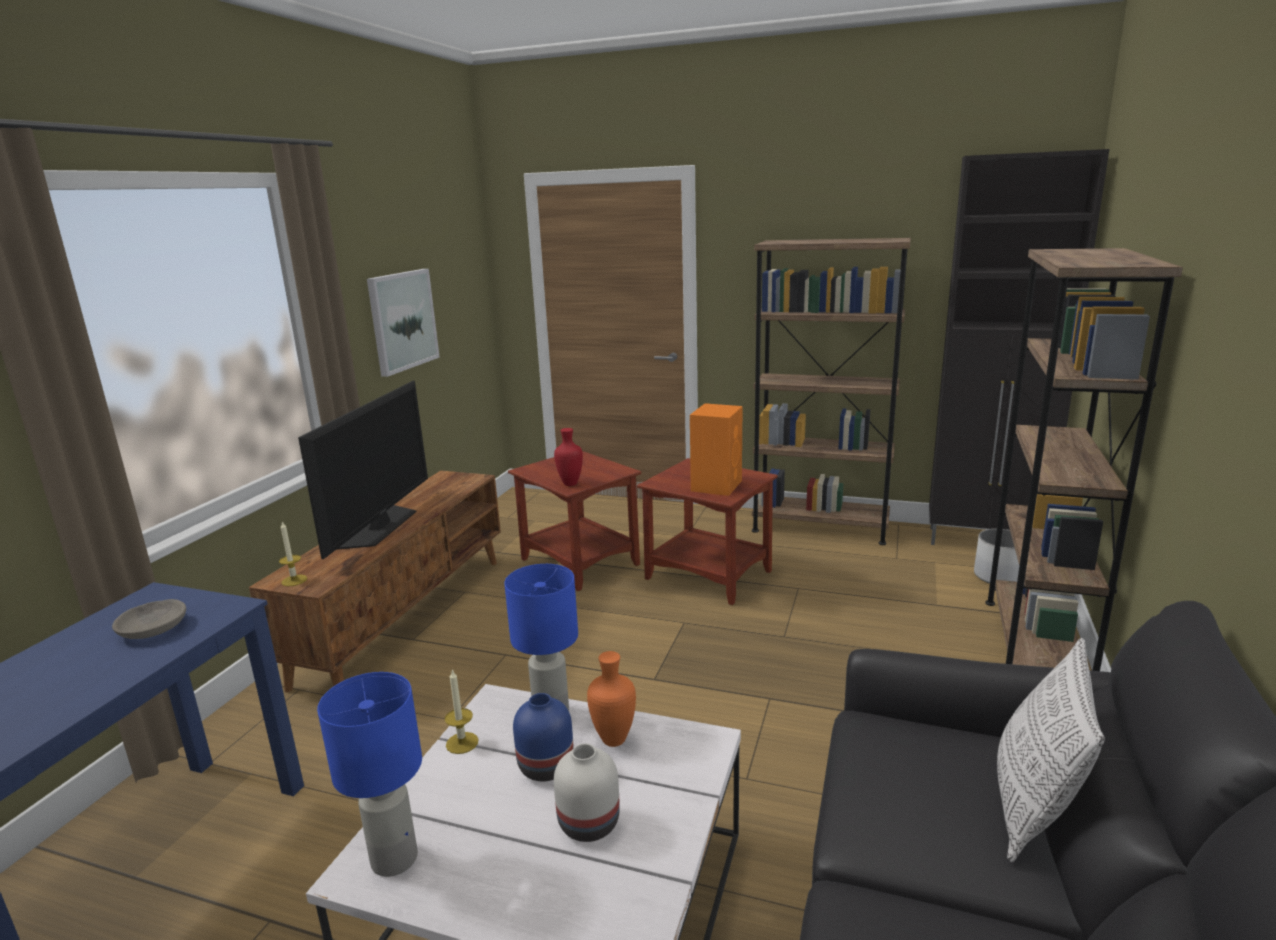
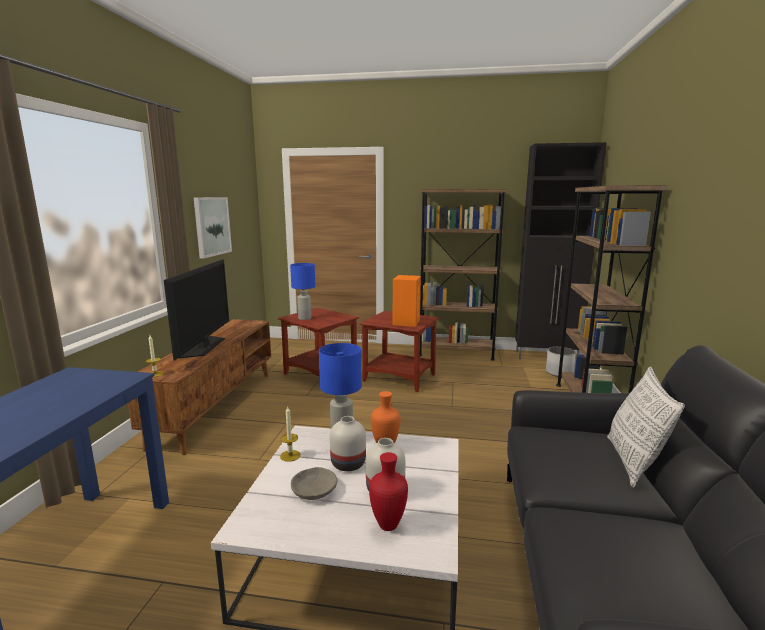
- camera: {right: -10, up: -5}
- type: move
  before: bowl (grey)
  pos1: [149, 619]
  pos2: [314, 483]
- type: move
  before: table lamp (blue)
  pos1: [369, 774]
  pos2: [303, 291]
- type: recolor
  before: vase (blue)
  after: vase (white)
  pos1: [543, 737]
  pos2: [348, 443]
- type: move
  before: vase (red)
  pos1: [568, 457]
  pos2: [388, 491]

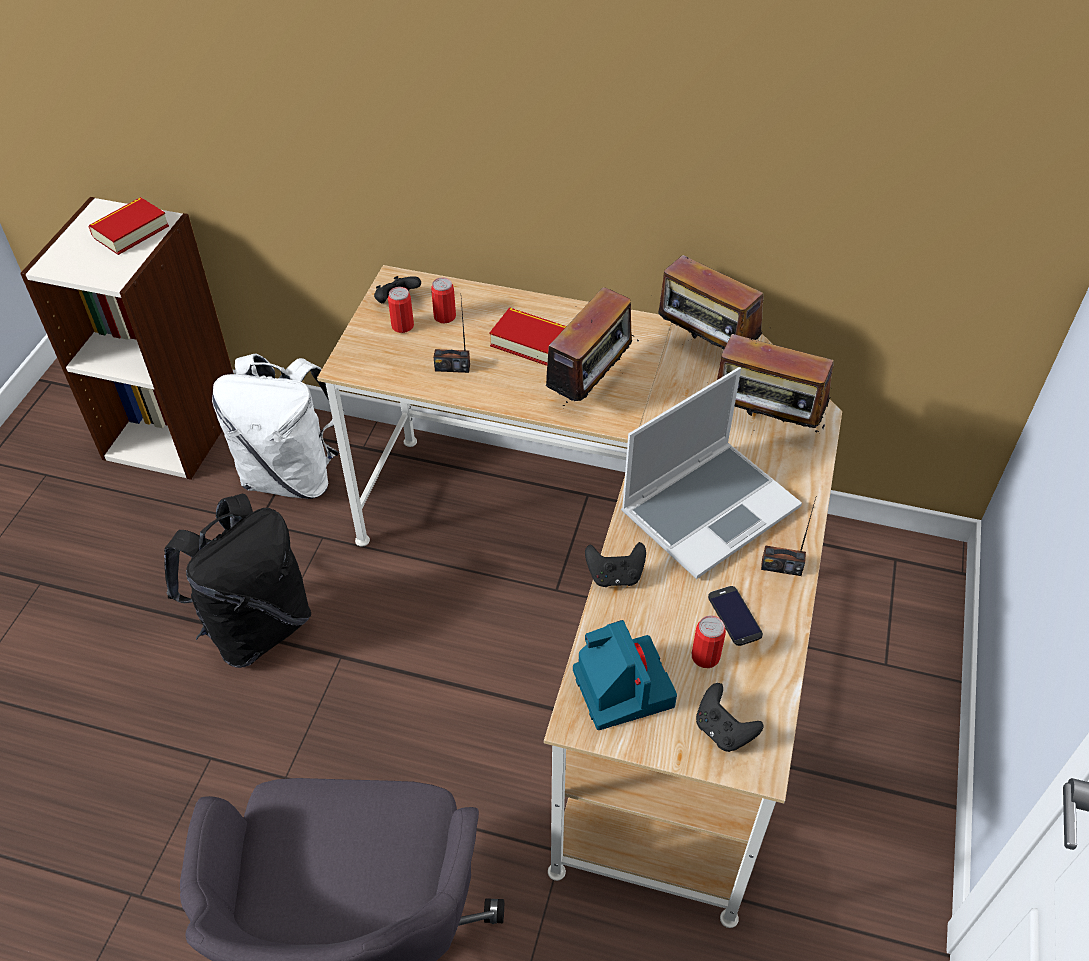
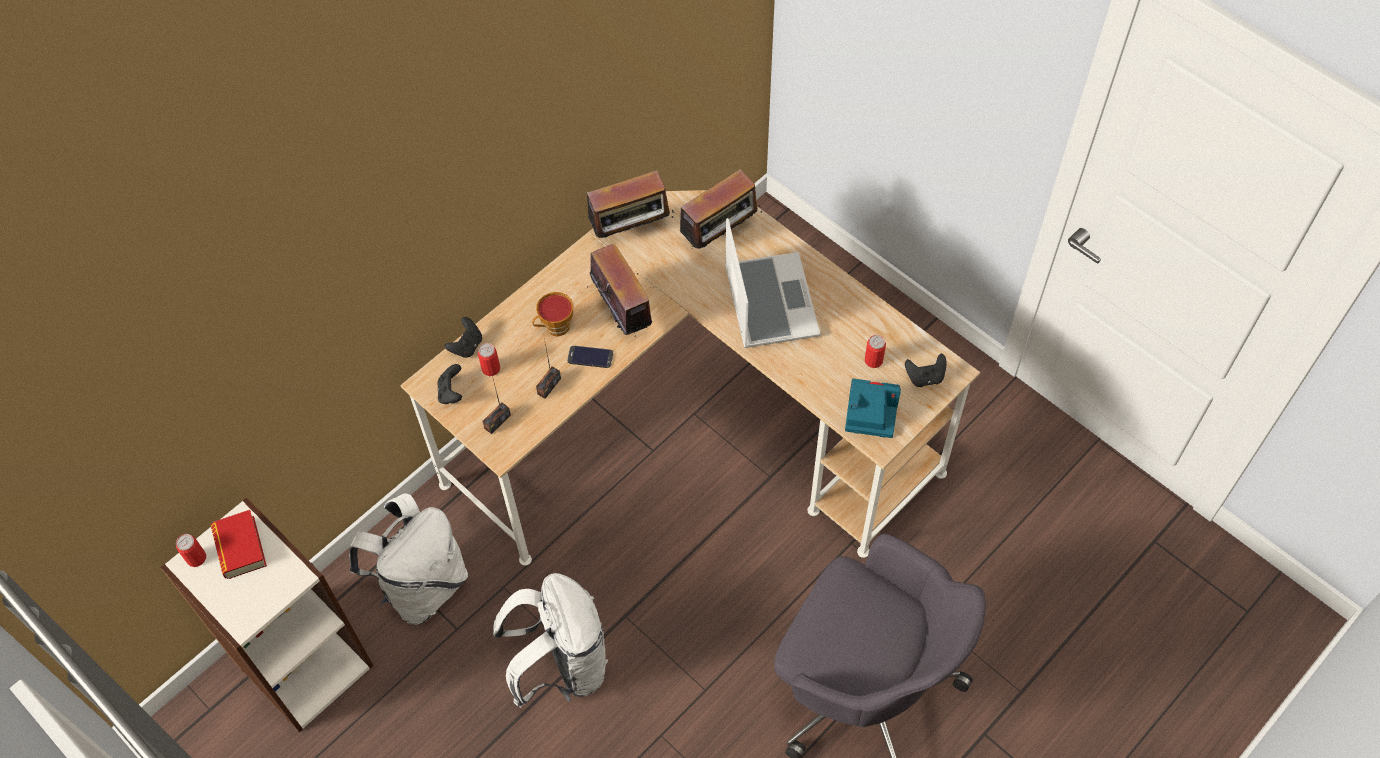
- camera: {right: -60, up: 10}
- type: recolor
  before: backpack (black)
  after: backpack (white)
  pos1: [237, 581]
  pos2: [550, 640]
- type: move
  before: can
  pos1: [401, 310]
  pos2: [191, 550]
- type: replace
  before: book
  after: cup
  pos1: [528, 336]
  pos2: [552, 314]
- type: move
  before: game controller (black)
  pos1: [615, 564]
  pos2: [463, 337]
- type: move
  before: phone
  pos1: [735, 616]
  pos2: [590, 357]
- type: move
  before: radio
  pos1: [789, 535]
  pos2: [496, 404]

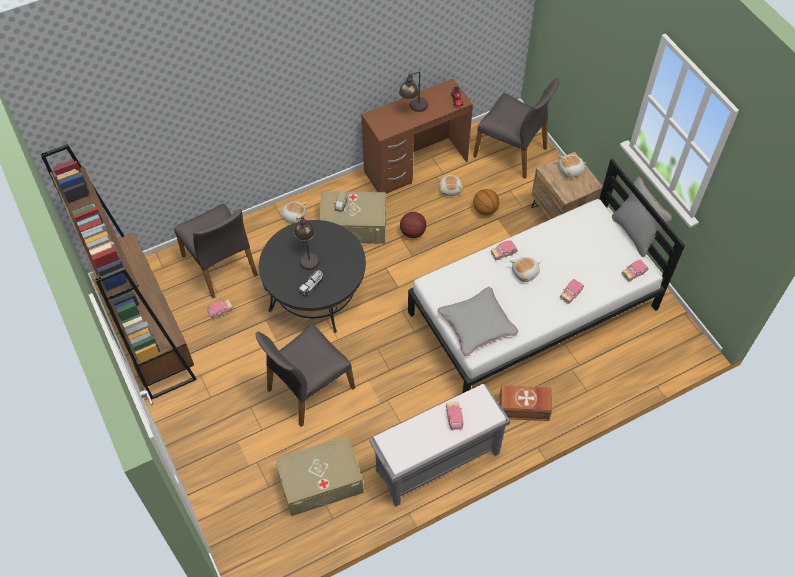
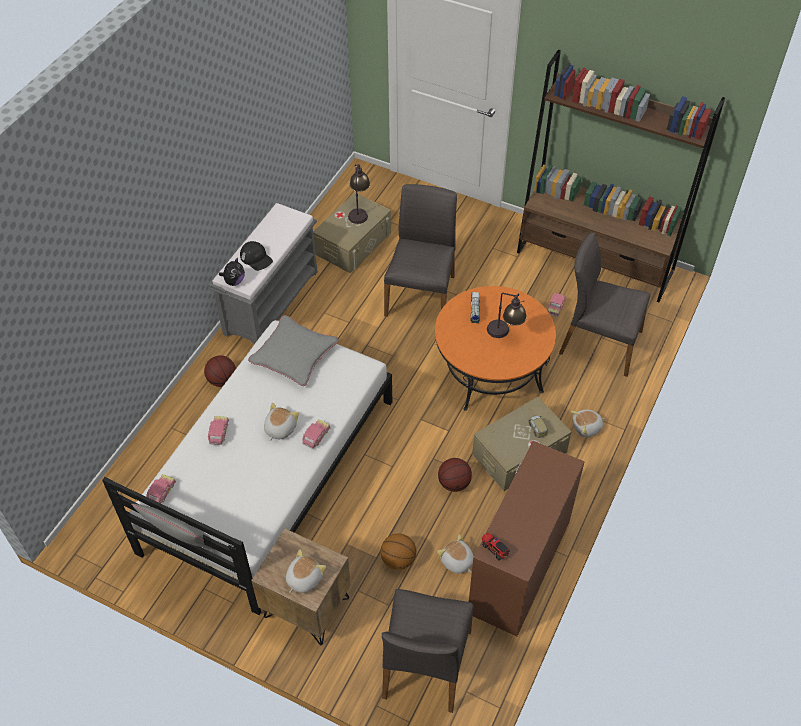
- camera: {right: 145, up: -5}
- type: recolor
  before: coffee table (black)
  after: coffee table (orange)
  pos1: [312, 276]
  pos2: [495, 348]
- type: move
  before: table lamp
  pos1: [413, 92]
  pos2: [359, 194]
- type: replace
  before: toy car
  after: cap (black)
  pos1: [454, 416]
  pos2: [256, 256]
- type: rotate
  before: chair (grey)
  pos1: [516, 128]
  pos2: [428, 651]
  turn: -75
- type: replace
  before: storage box (brown)
  after: basketball
  pos1: [525, 403]
  pos2: [220, 371]
- type: insert
  after: plush toy
  pos2: [232, 271]

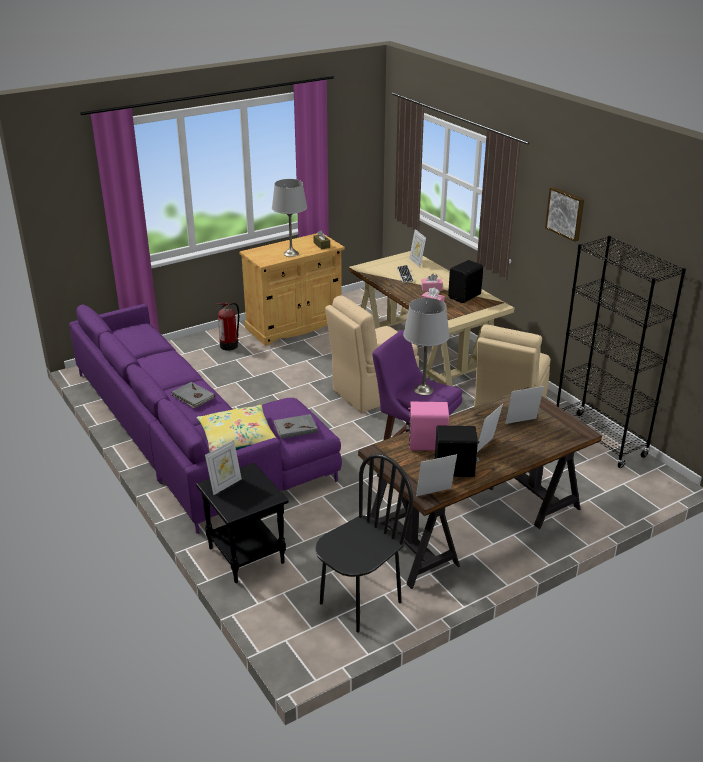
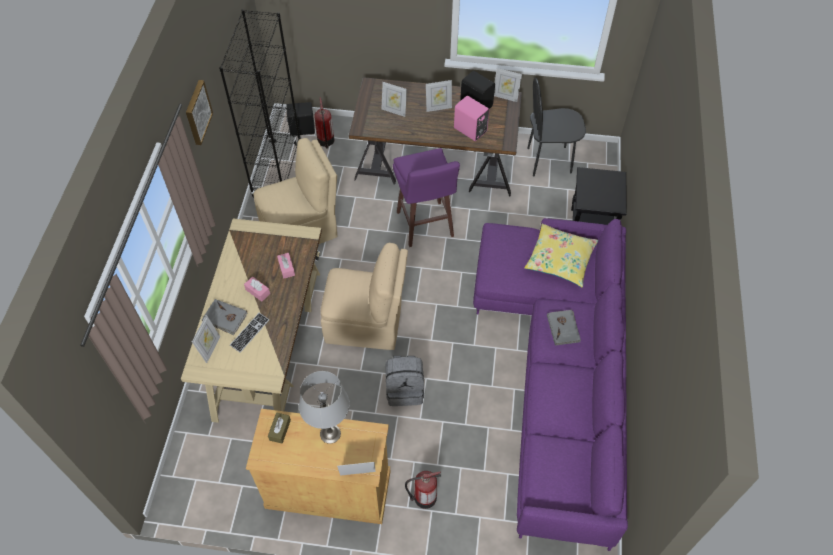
- camera: {right: -140, up: 25}
- type: move
  before: picture frame
  pos1: [223, 467]
  pos2: [356, 469]
- type: move
  before: book (grey)
  pos1: [296, 426]
  pos2: [224, 317]
- type: delete
  before: table lamp (grey)
  pos1: [426, 346]
- type: move
  before: speaker (black)
  pos1: [465, 281]
  pos2: [300, 119]
- type: insert
  after: fire extinguisher
  pos2: [324, 123]
- type: insert
  after: backpack (grey)
  pos2: [404, 381]

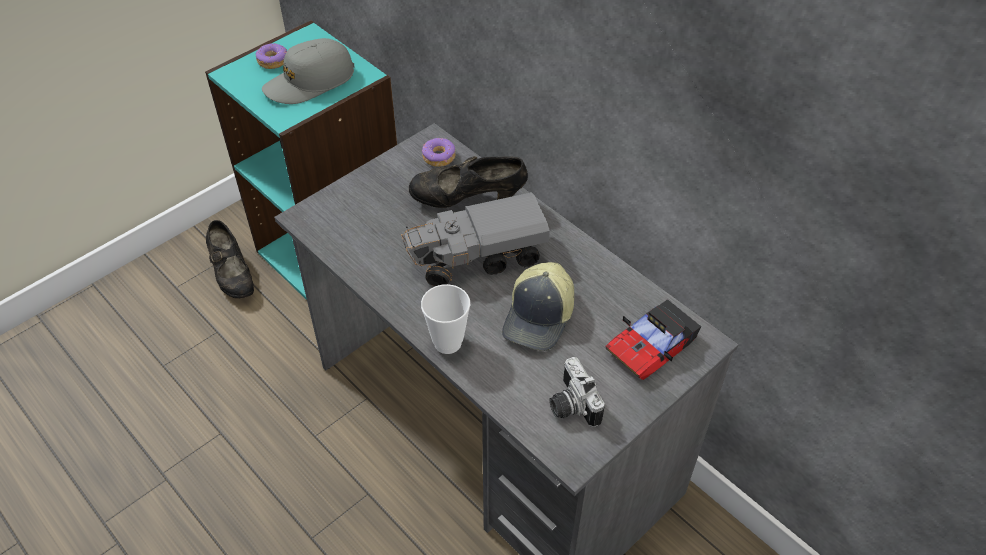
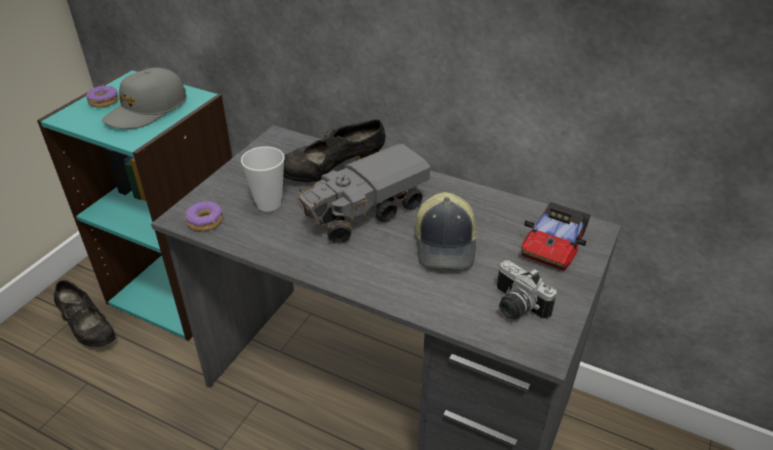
- camera: {right: -20, up: -10}
- type: move
  before: cup
  pos1: [445, 319]
  pos2: [263, 179]
- type: move
  before: donut
  pos1: [439, 152]
  pos2: [204, 216]

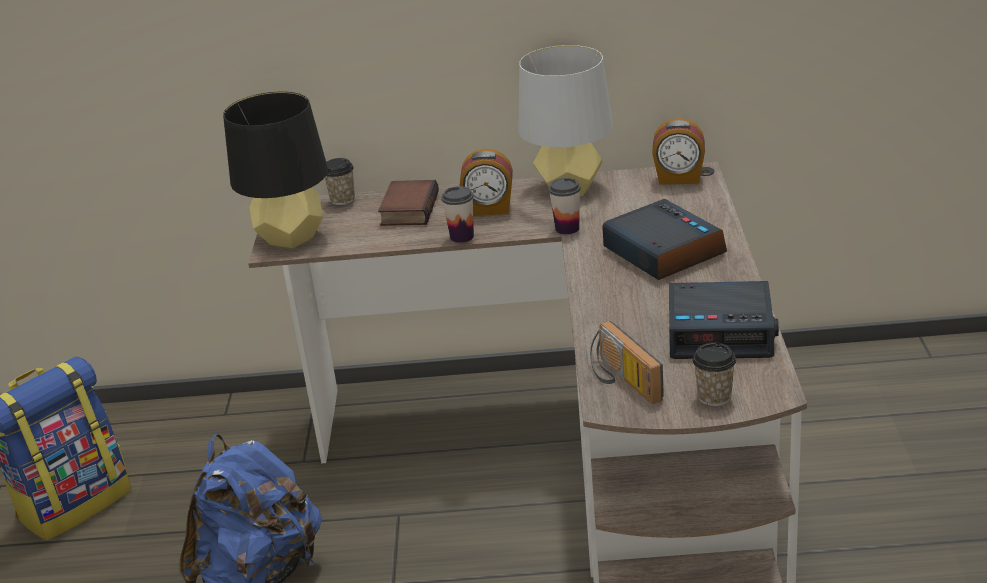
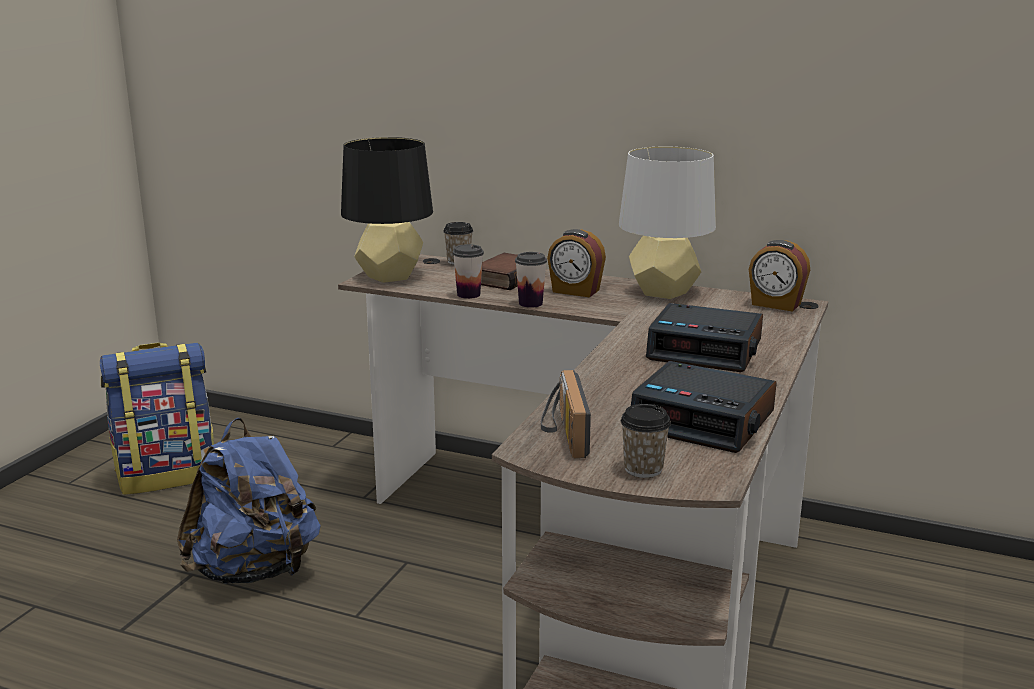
- camera: {right: 20, up: -10}
- type: move
  before: cup
  pos1: [564, 206]
  pos2: [468, 271]
- type: rotate
  before: alarm clock
  pos1: [664, 239]
  pos2: [704, 337]
  turn: 120

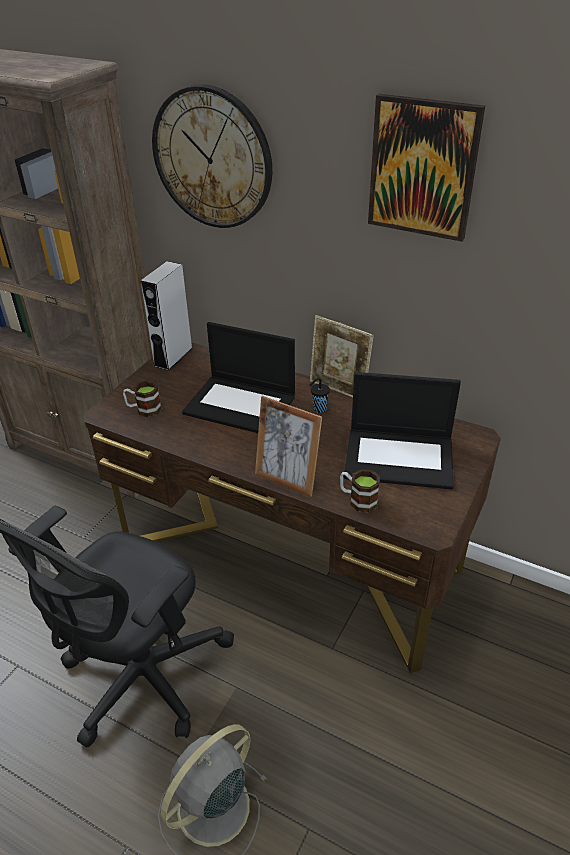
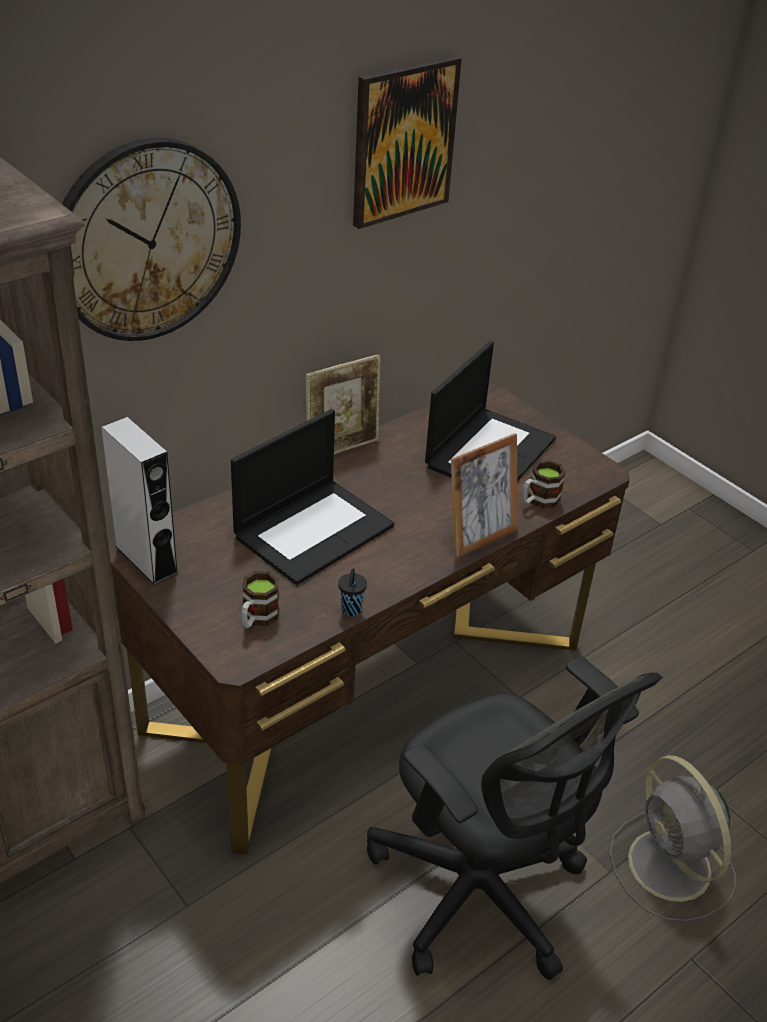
- camera: {right: -70, up: 0}
- type: move
  before: cup (black)
  pos1: [319, 395]
  pos2: [352, 592]

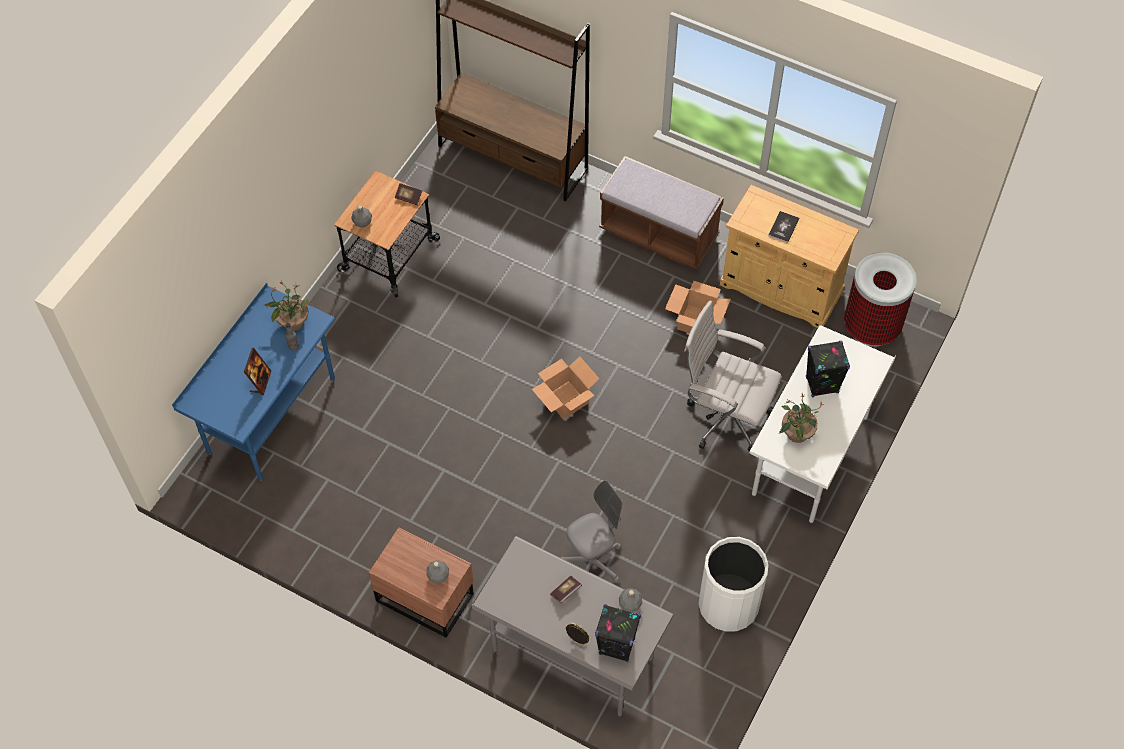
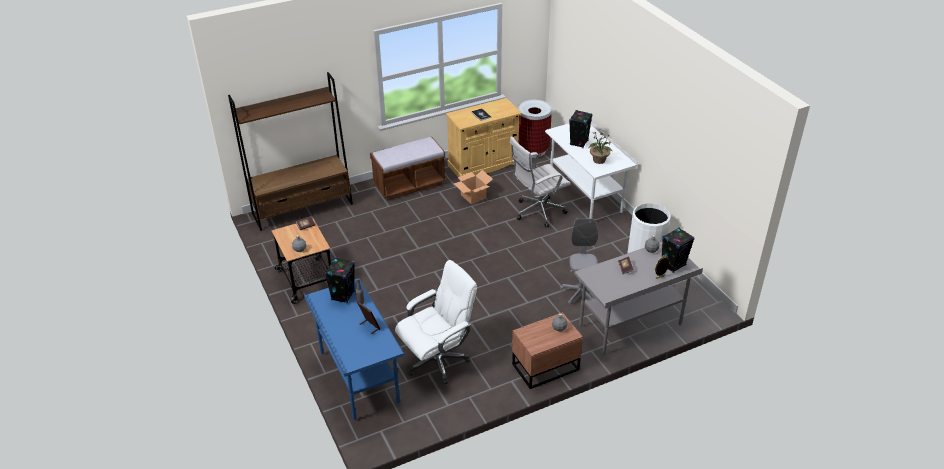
- camera: {right: -55, up: -20}
- type: replace
  before: potted plant
  after: speaker (black)
  pos1: [287, 306]
  pos2: [340, 280]
- type: delete
  before: cardboard box
  pos1: [566, 387]
- type: insert
  after: office chair (white)
  pos2: [436, 322]

